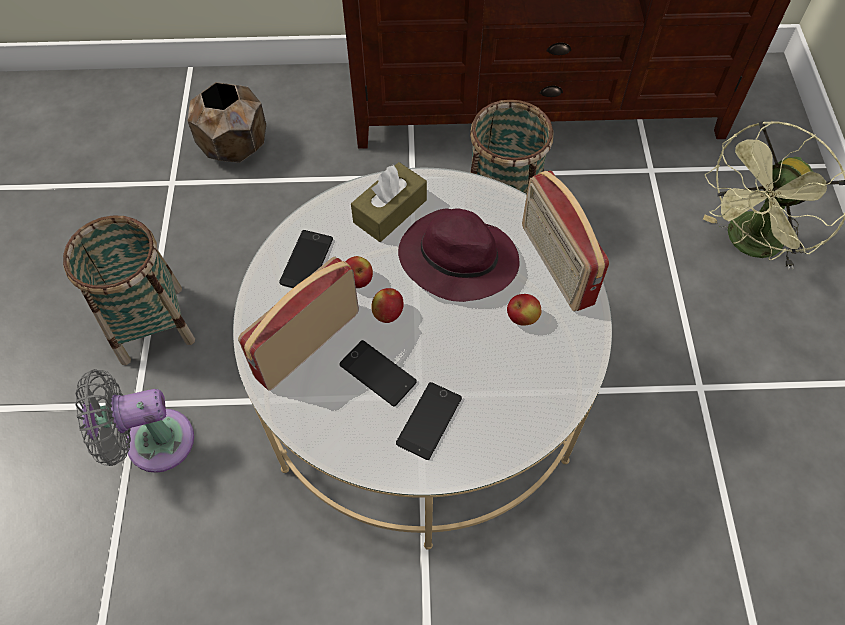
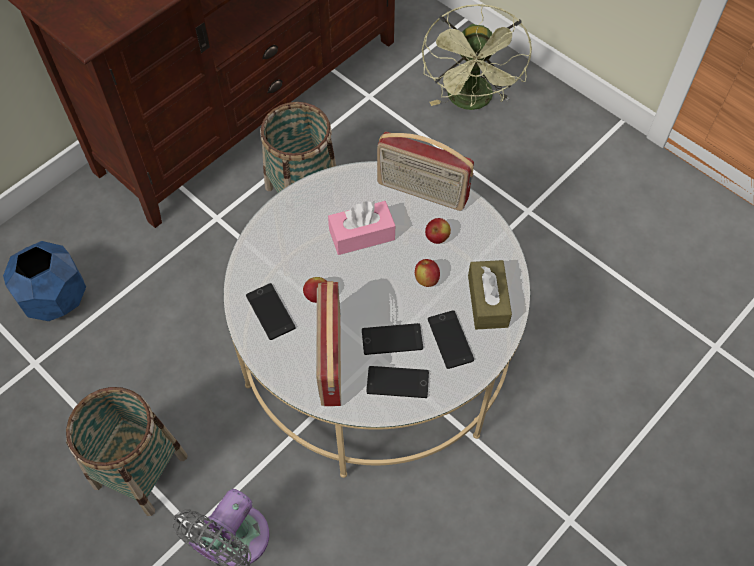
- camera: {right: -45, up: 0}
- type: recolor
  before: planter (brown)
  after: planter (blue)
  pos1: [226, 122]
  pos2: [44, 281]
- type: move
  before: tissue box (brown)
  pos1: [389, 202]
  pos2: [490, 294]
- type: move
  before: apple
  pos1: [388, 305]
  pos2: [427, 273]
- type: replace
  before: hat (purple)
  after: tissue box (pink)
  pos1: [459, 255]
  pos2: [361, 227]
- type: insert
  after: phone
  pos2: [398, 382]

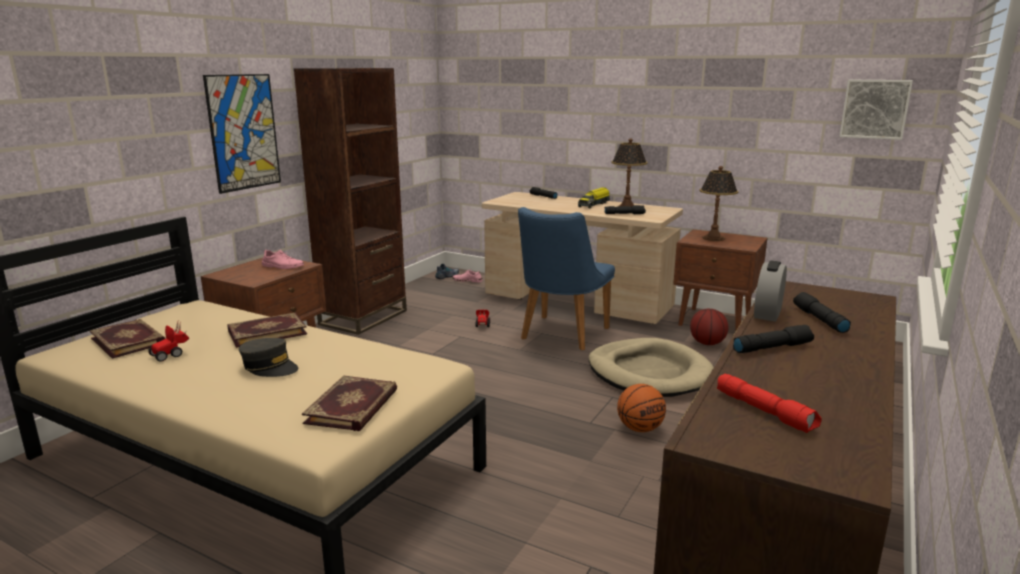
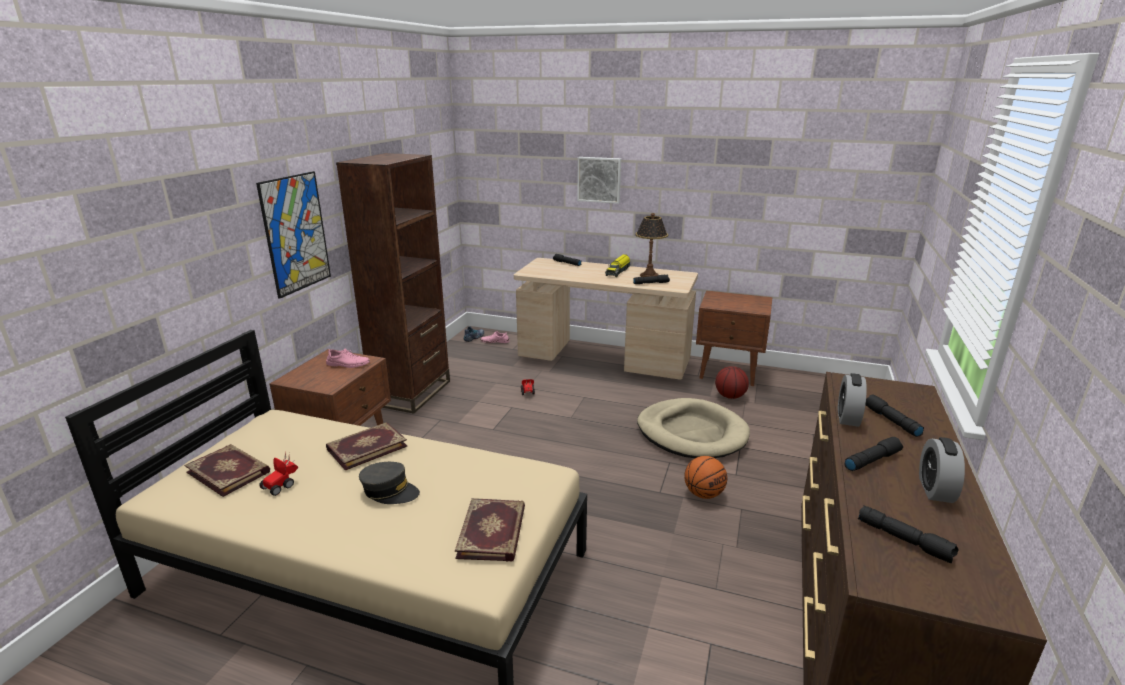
- camera: {right: -10, up: 5}
- type: delete
  before: chair (blue)
  pos1: [566, 278]
- type: delete
  before: table lamp
  pos1: [719, 203]
- type: recolor
  before: flashlight (red)
  after: flashlight (black)
  pos1: [769, 403]
  pos2: [908, 534]
- type: move
  before: picture
  pos1: [876, 110]
  pos2: [599, 180]
- type: insert
  after: alarm clock
  pos2: [942, 470]

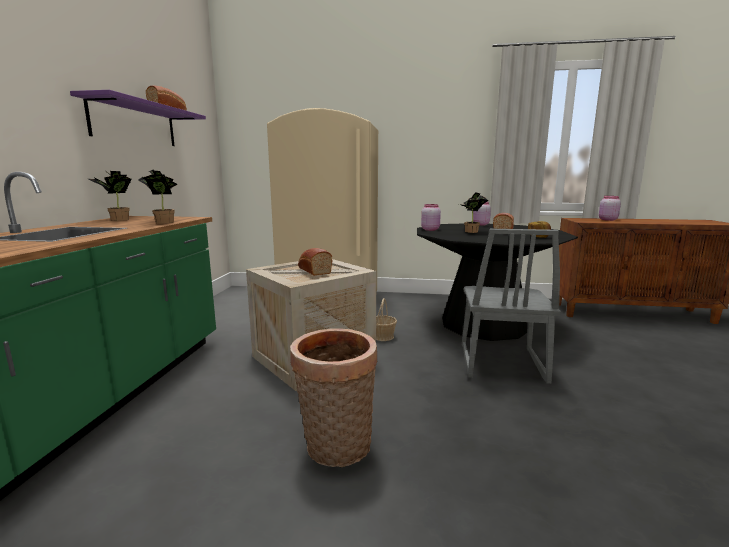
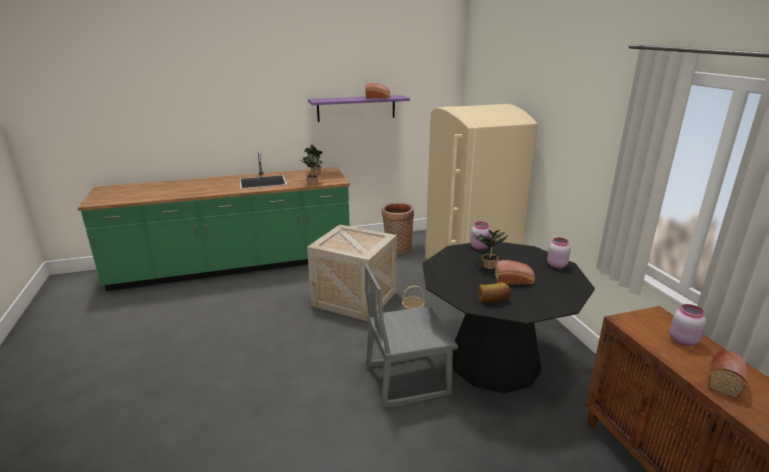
- camera: {right: 65, up: 10}
- type: move
  before: basket
  pos1: [333, 398]
  pos2: [398, 228]
- type: move
  before: bread
  pos1: [315, 262]
  pos2: [728, 375]

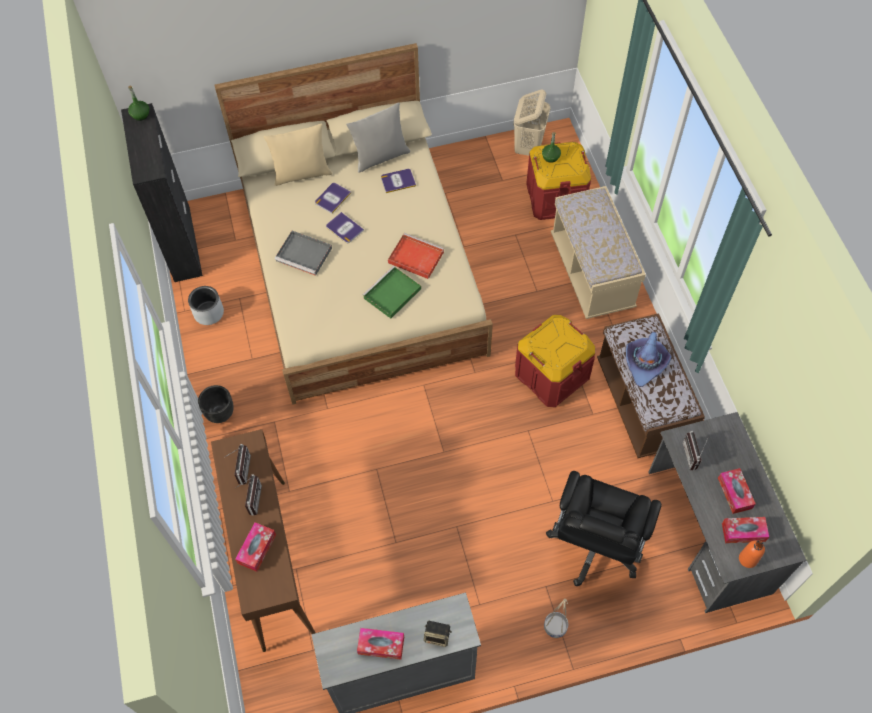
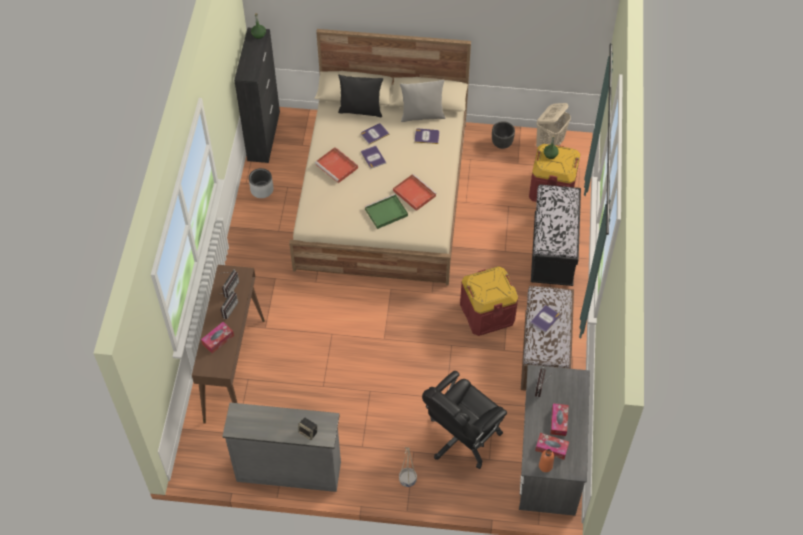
- camera: {right: 20, up: -5}
- type: move
  before: planter (black)
  pos1: [216, 404]
  pos2: [503, 135]
- type: recolor
  before: pillow (beige)
  after: pillow (black)
  pos1: [297, 155]
  pos2: [360, 96]
- type: recolor
  before: tray (grey)
  after: tray (red)
  pos1: [303, 253]
  pos2: [336, 165]
- type: delete
  before: tissue box
  pos1: [380, 644]
- type: recolor
  before: bench (beige)
  after: bench (black)
  pos1: [598, 252]
  pos2: [556, 235]
- type: replace
  before: hat (purple)
  after: book
  pos1: [649, 359]
  pos2: [545, 318]

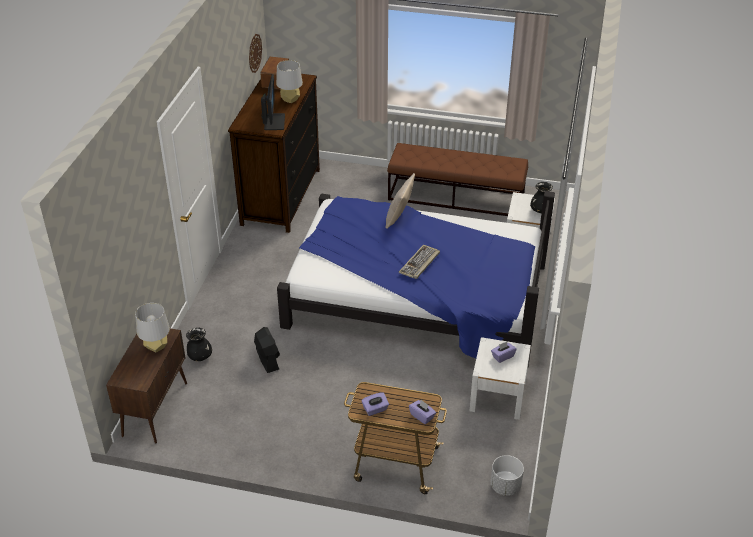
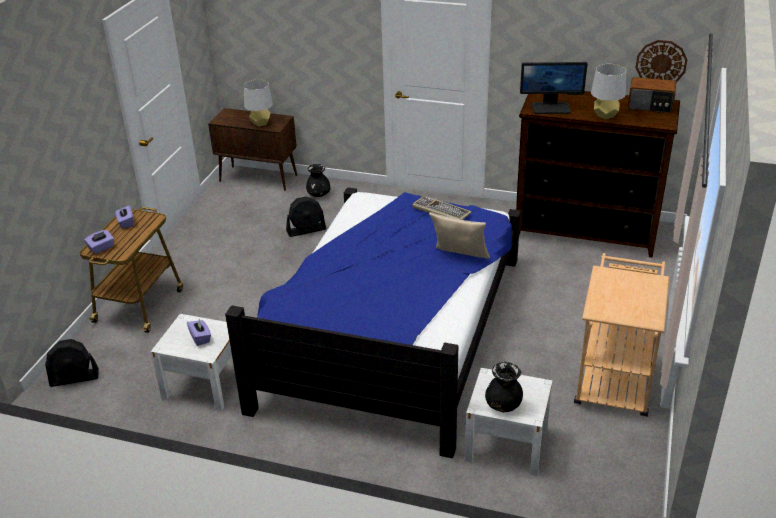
- camera: {right: 95, up: -5}
- type: replace
  before: bench (brown)
  after: cart (beige)
  pos1: [457, 179]
  pos2: [621, 335]
- type: move
  before: keyboard
  pos1: [419, 262]
  pos2: [442, 208]
- type: replace
  before: planter (white)
  after: fan (black)
  pos1: [507, 475]
  pos2: [72, 363]

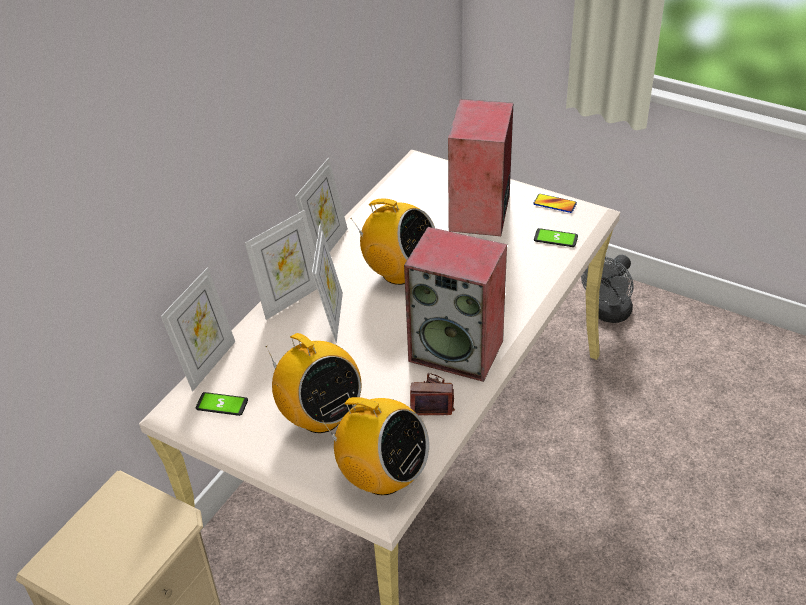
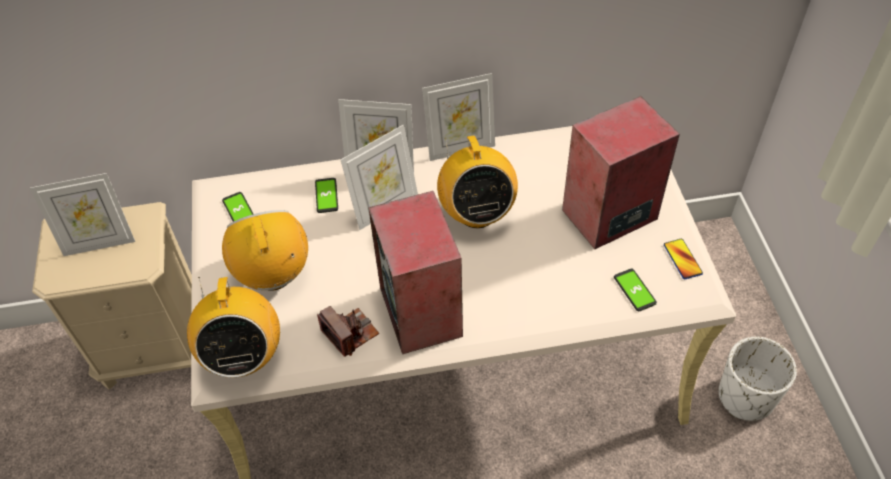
- camera: {right: 50, up: 10}
- type: move
  before: picture frame
  pos1: [198, 329]
  pos2: [82, 214]
- type: rotate
  before: radio
  pos1: [314, 383]
  pos2: [265, 250]
  turn: 150
- type: replace
  before: fan (grey)
  after: planter (white)
  pos1: [607, 289]
  pos2: [758, 379]
- type: insert
  after: phone
  pos2: [326, 195]

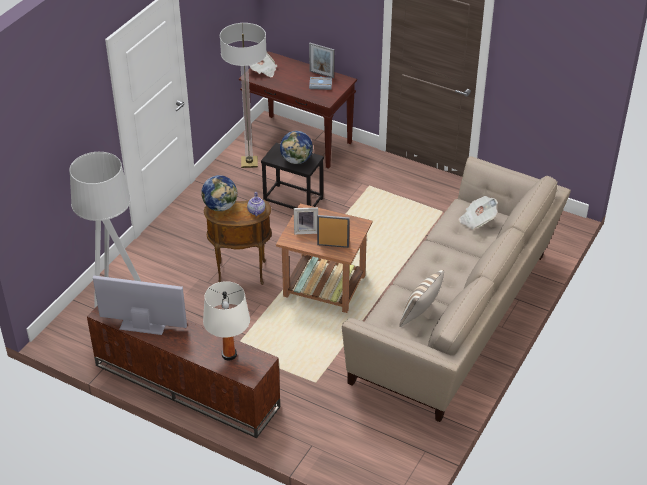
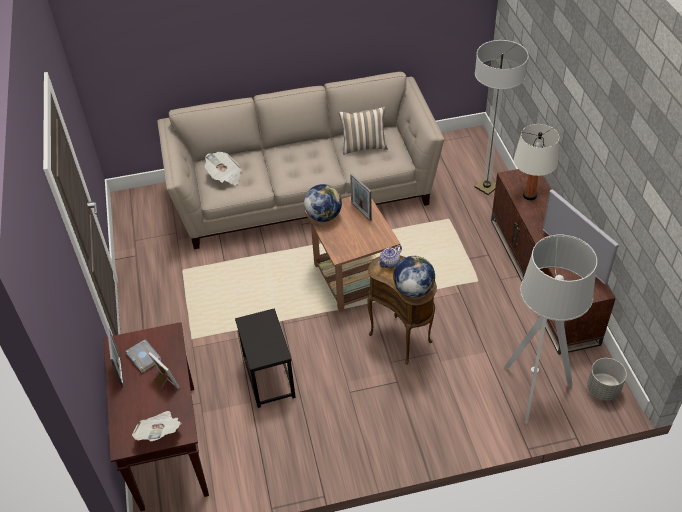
- camera: {right: -130, up: 5}
- type: move
  before: floor lamp
  pos1: [243, 95]
  pos2: [502, 117]
- type: move
  before: globe
  pos1: [296, 147]
  pos2: [323, 203]
- type: move
  before: picture frame
  pos1: [306, 220]
  pos2: [164, 370]
- type: insert
  after: planter (grey)
  pos2: [607, 379]

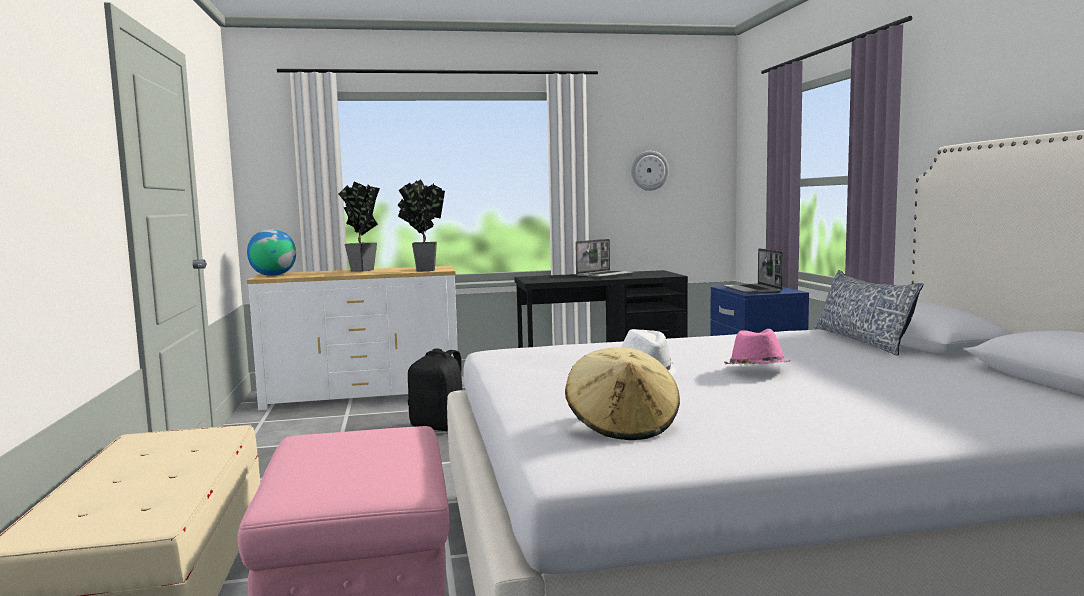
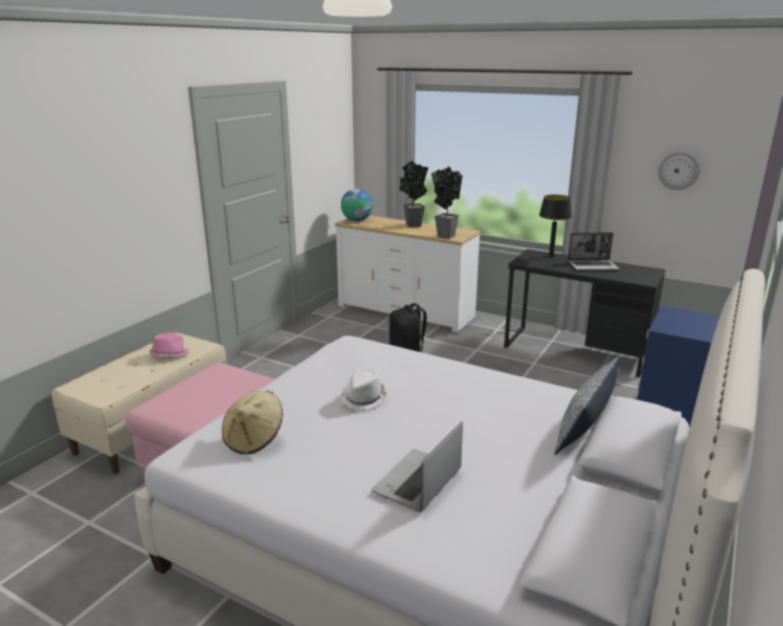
- camera: {right: 40, up: 15}
- type: move
  before: laptop
  pos1: [753, 271]
  pos2: [417, 466]
- type: move
  before: hat (pink)
  pos1: [757, 347]
  pos2: [169, 344]
- type: insert
  after: table lamp (black)
  pos2: [555, 226]

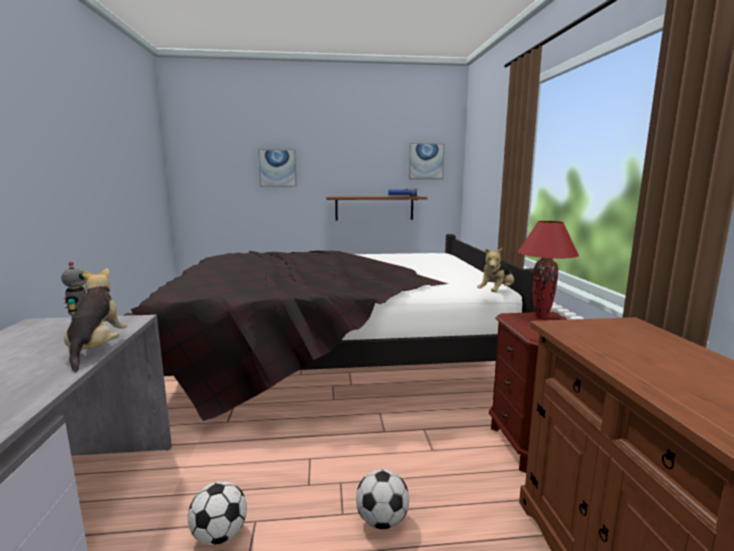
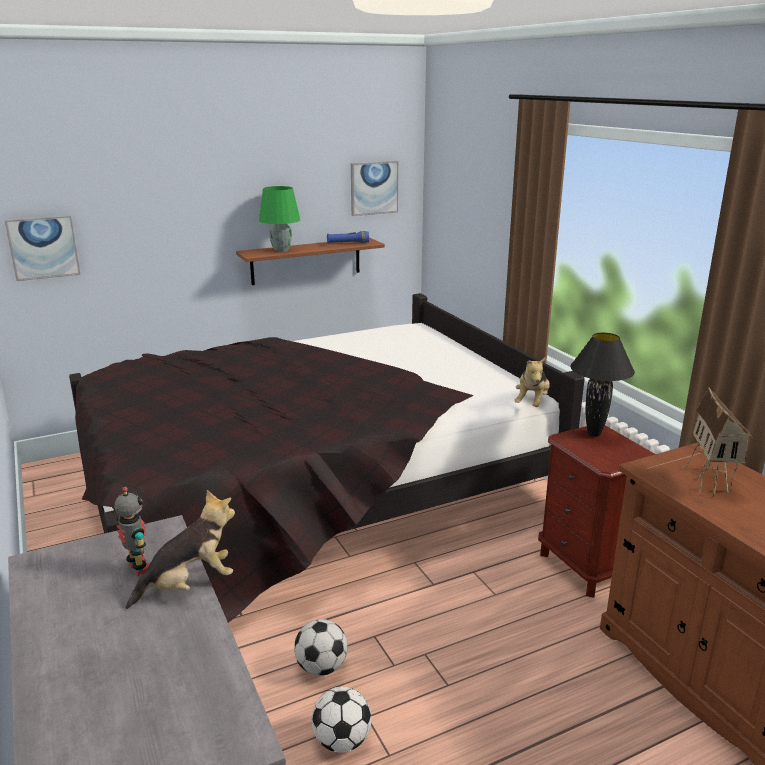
- camera: {right: -20, up: 10}
- type: rotate
  before: plush toy
  pos1: [95, 320]
  pos2: [180, 549]
  turn: 90
- type: move
  before: picture
  pos1: [277, 168]
  pos2: [43, 248]
- type: move
  before: football
  pos1: [382, 499]
  pos2: [320, 647]
- type: recolor
  before: table lamp (red)
  after: table lamp (black)
  pos1: [548, 270]
  pos2: [603, 385]
- type: insert
  after: table lamp (green)
  pos2: [279, 219]
- type: insert
  after: toy house
  pos2: [719, 442]

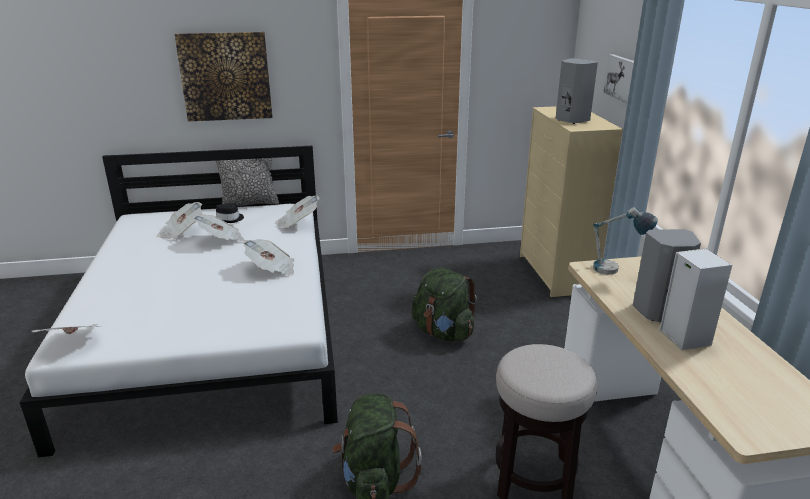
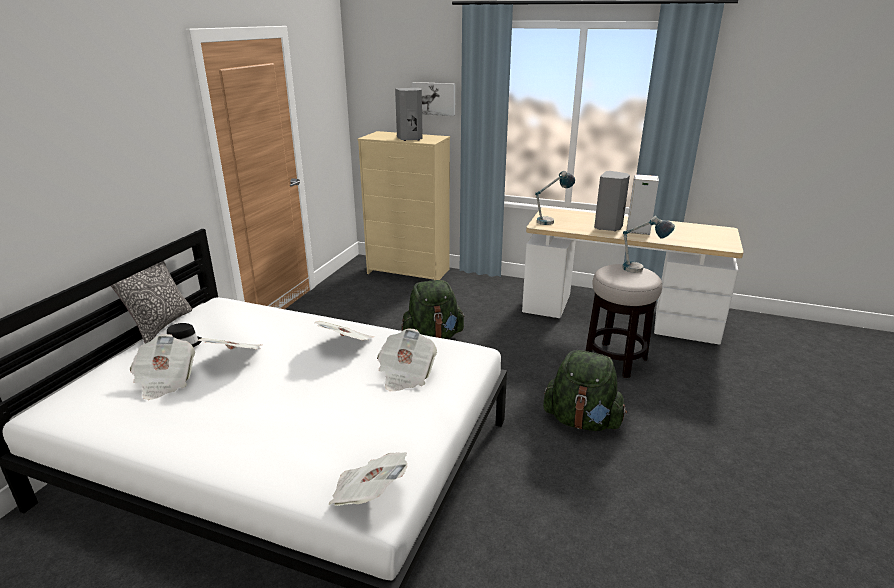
- camera: {right: -60, up: 0}
- type: delete
  before: picture
  pos1: [223, 76]
- type: move
  before: newspaper
  pos1: [297, 212]
  pos2: [407, 360]
- type: insert
  after: table lamp
  pos2: [648, 244]

